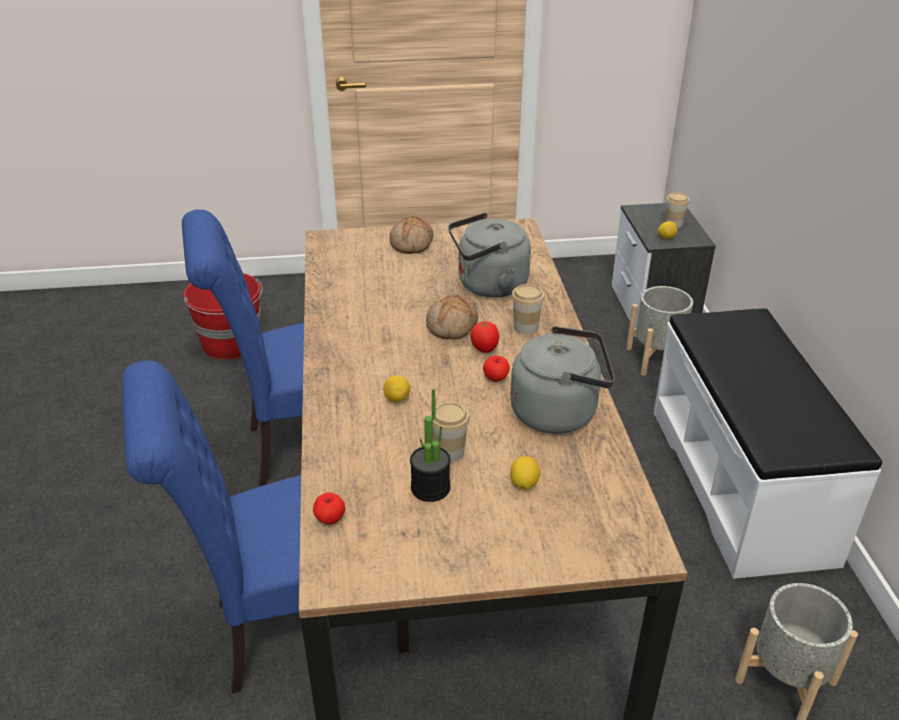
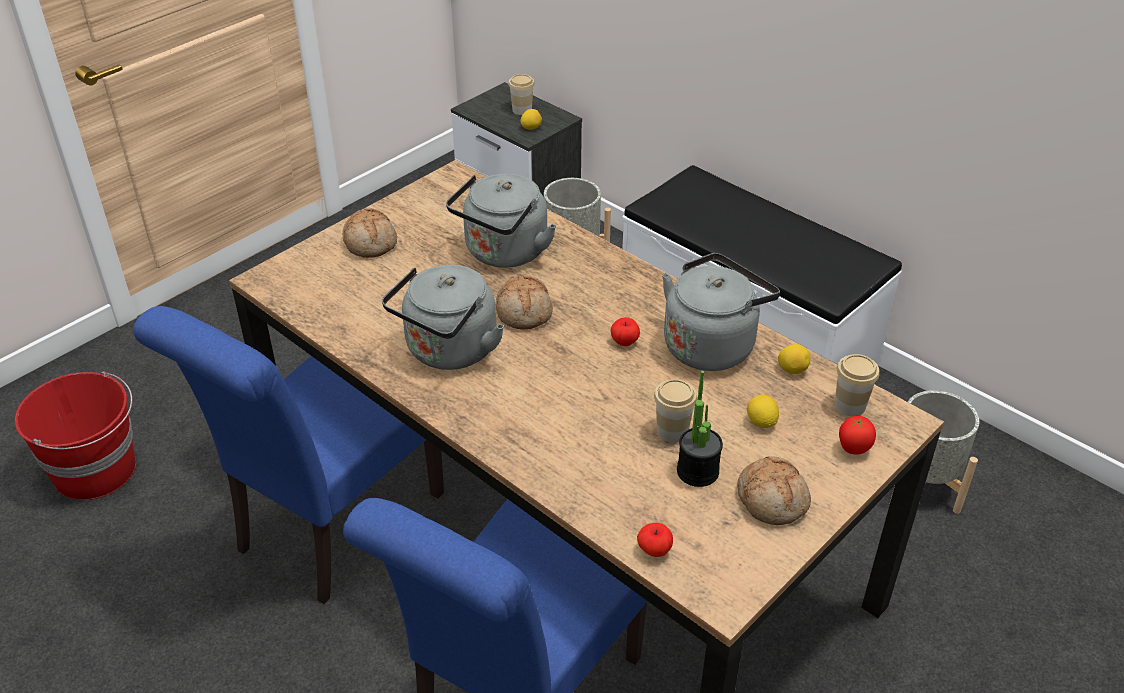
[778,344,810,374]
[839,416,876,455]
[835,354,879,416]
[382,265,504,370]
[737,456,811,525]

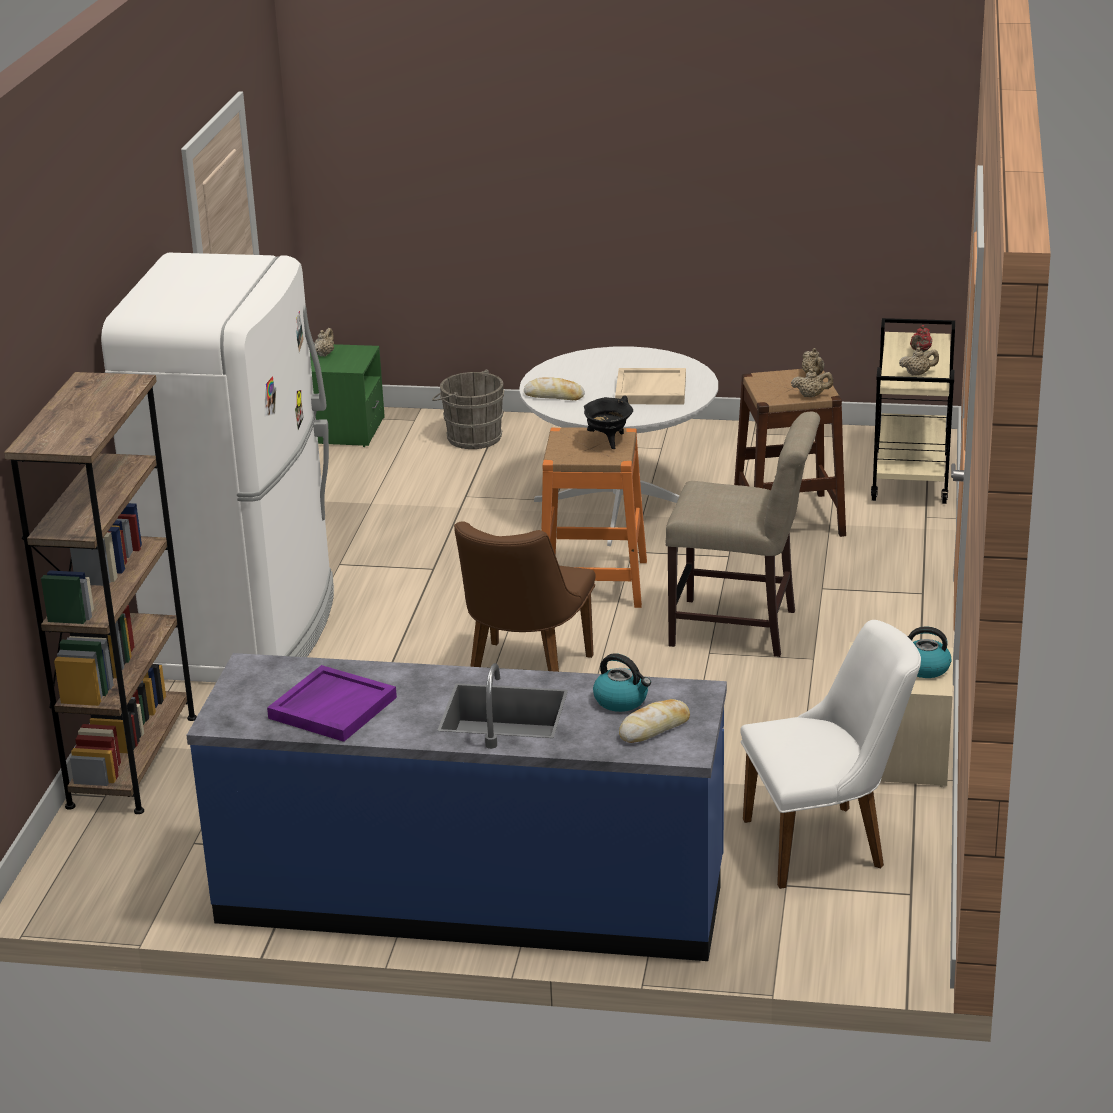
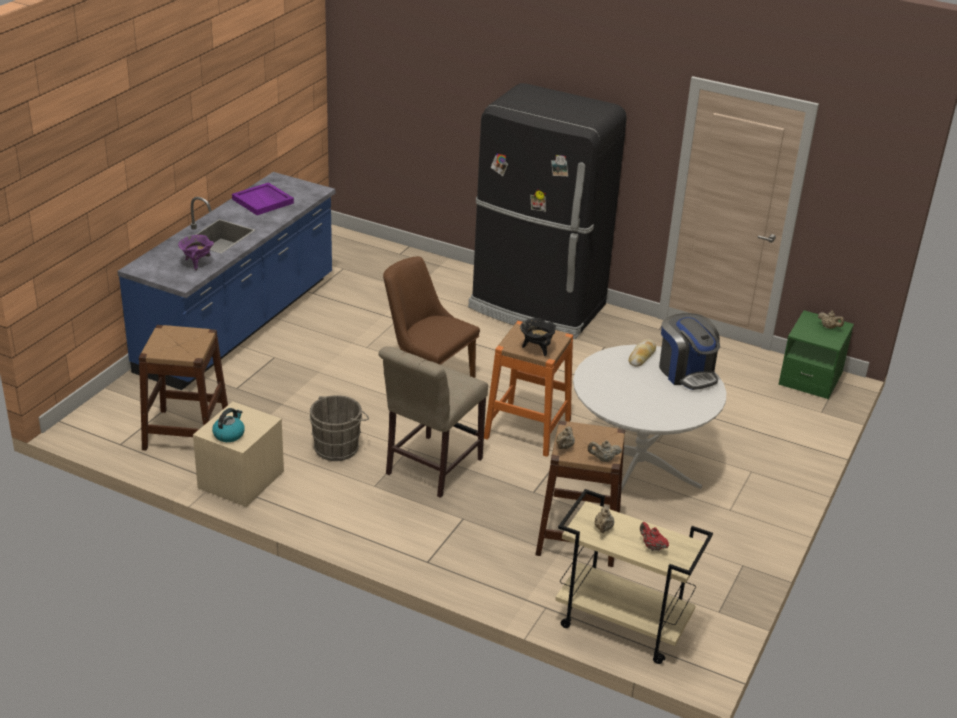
[4,372,197,814] (first image)
[468,83,627,339]
[309,395,369,461]
[178,235,214,271]
[615,368,686,404] (first image)
[619,699,690,743] (first image)
[139,325,228,450]
[659,313,720,390]

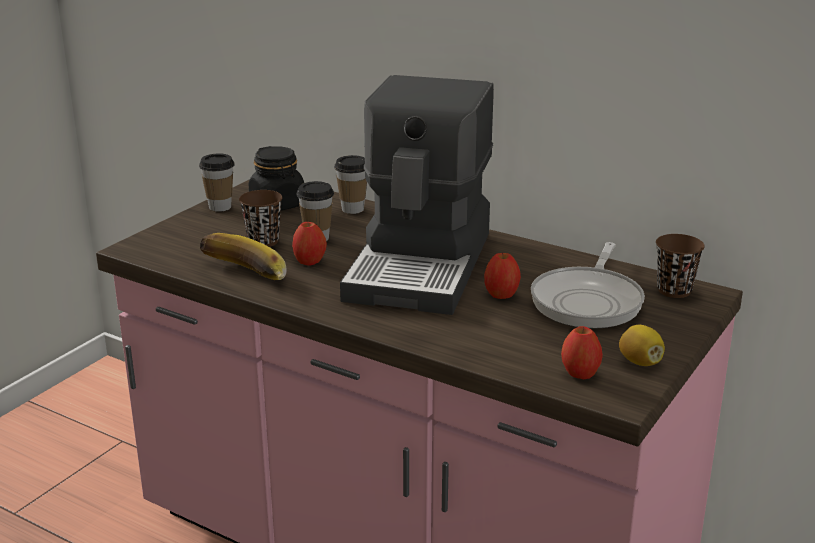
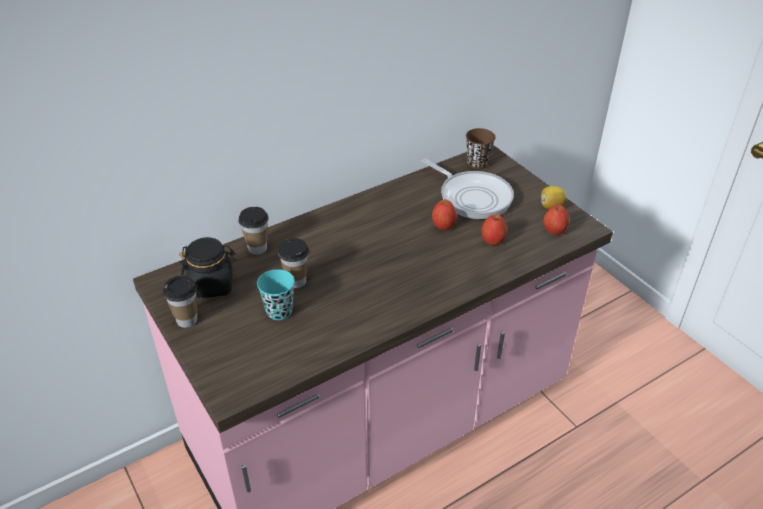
[200,233,286,280] (first image)
[257,269,295,320]
[481,214,507,246]
[340,75,494,315] (first image)

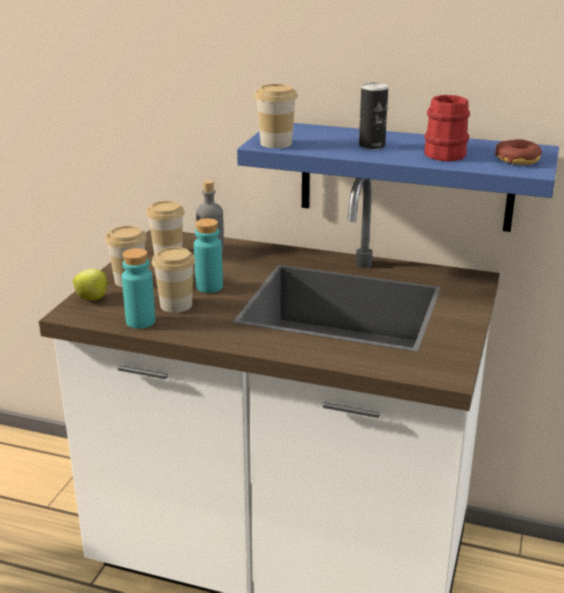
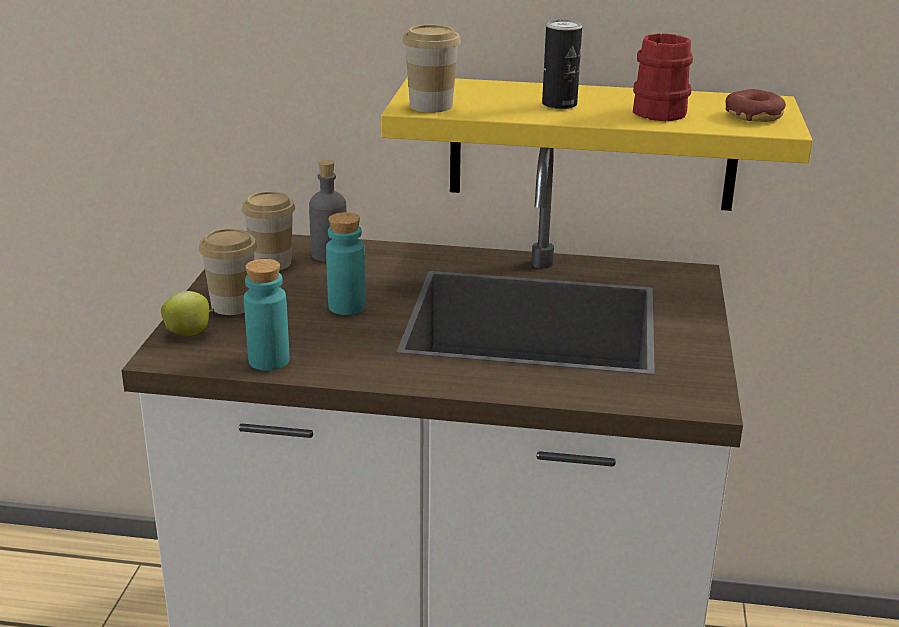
[152,247,195,313] (first image)
[381,77,813,211]

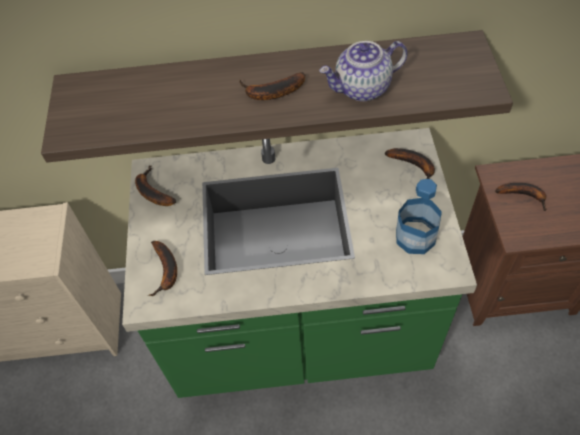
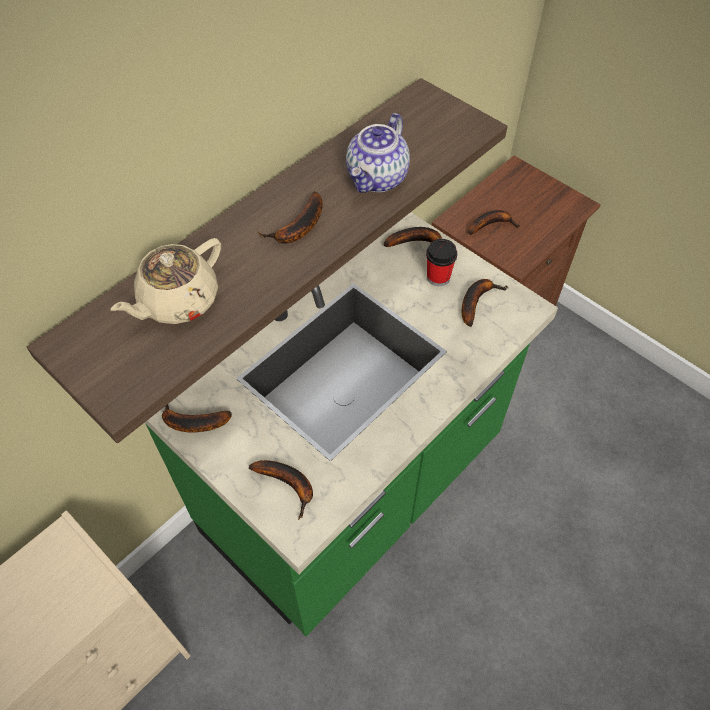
[462,279,508,327]
[111,238,221,324]
[426,239,457,286]

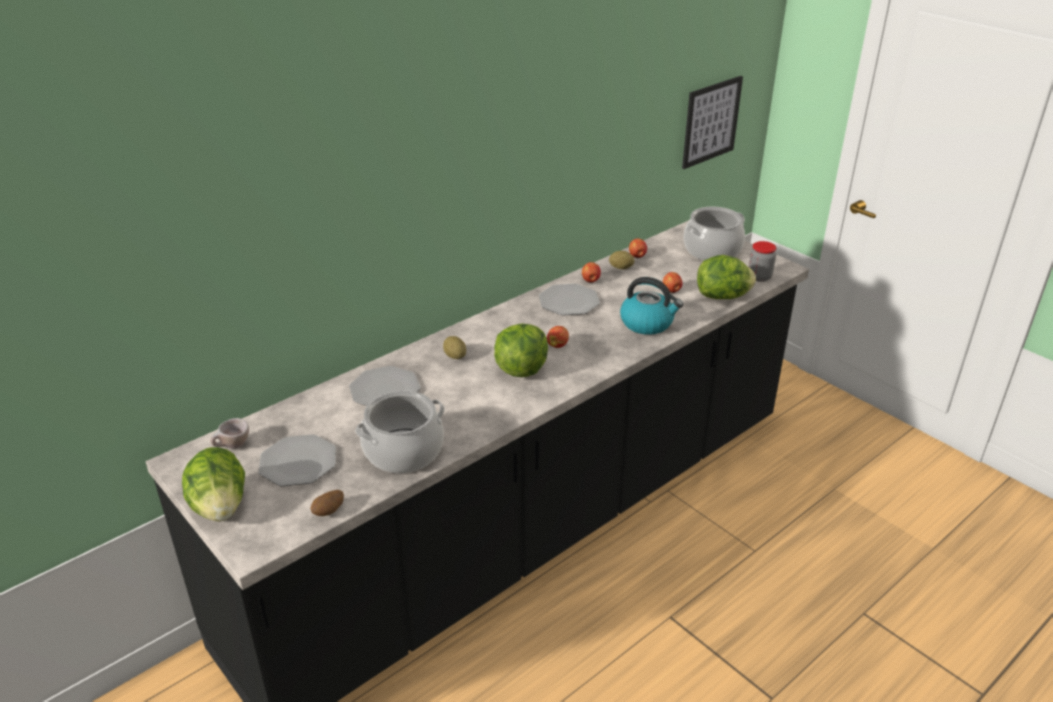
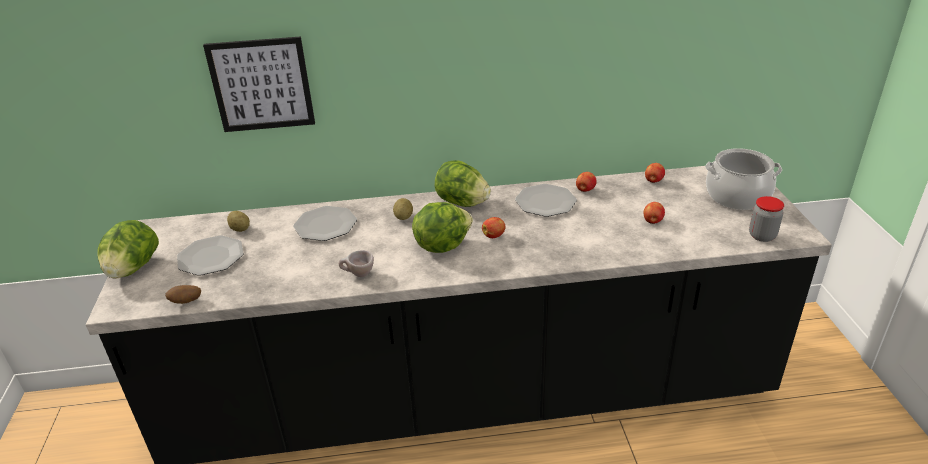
[339,250,374,277]
[355,391,445,473] (first image)
[227,211,250,232]
[620,277,683,335] (first image)
[203,36,315,132]
[435,160,491,207]

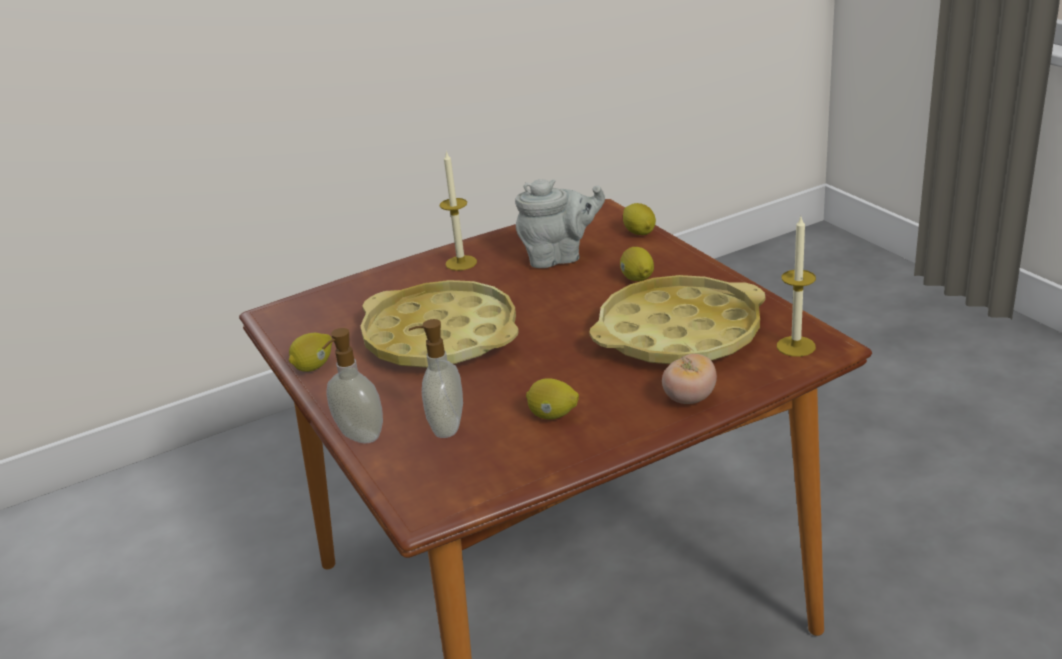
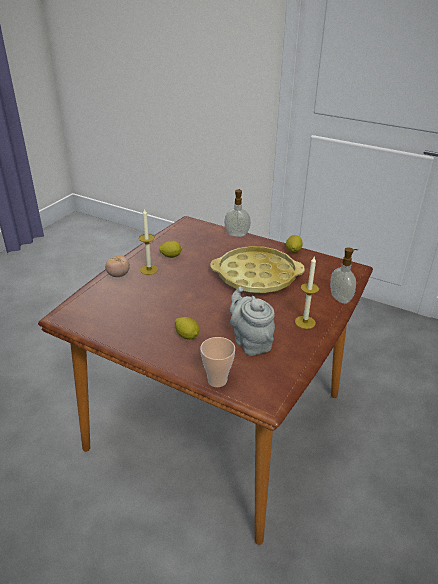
[330,247,358,304]
[230,287,275,356]
[589,275,765,364] (first image)
[200,337,235,387]
[139,208,158,275]

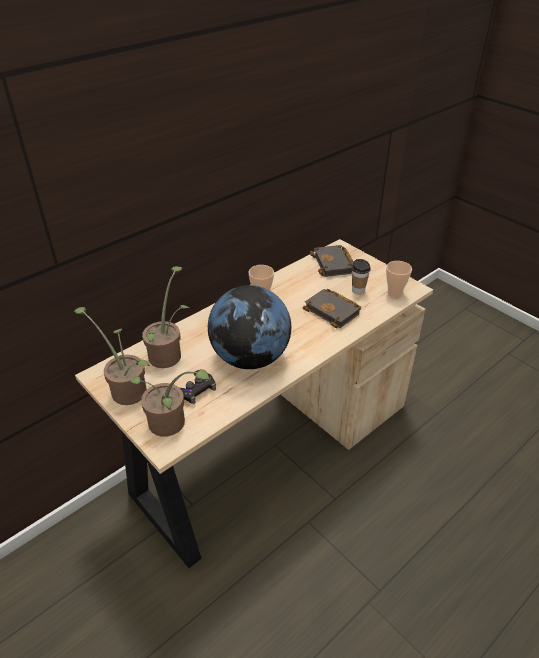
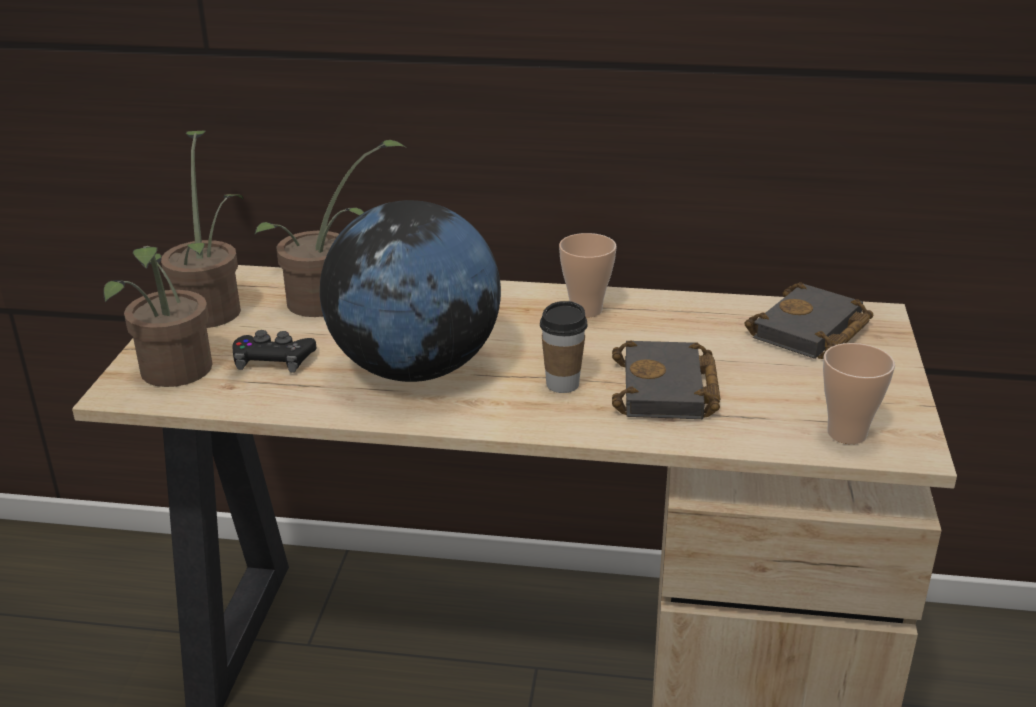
[540,301,588,393]

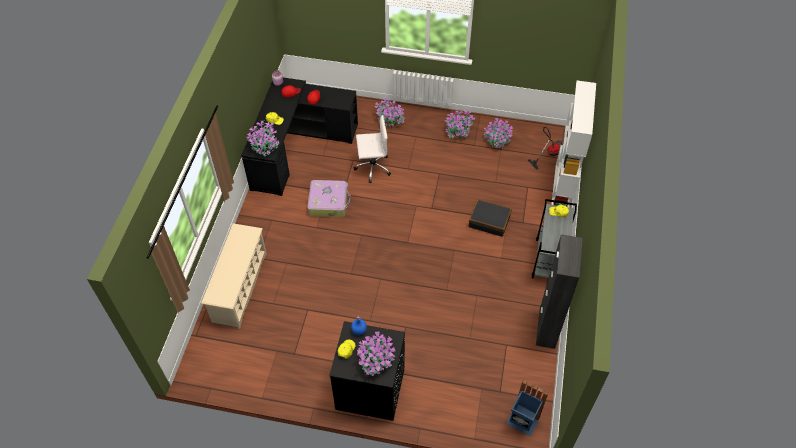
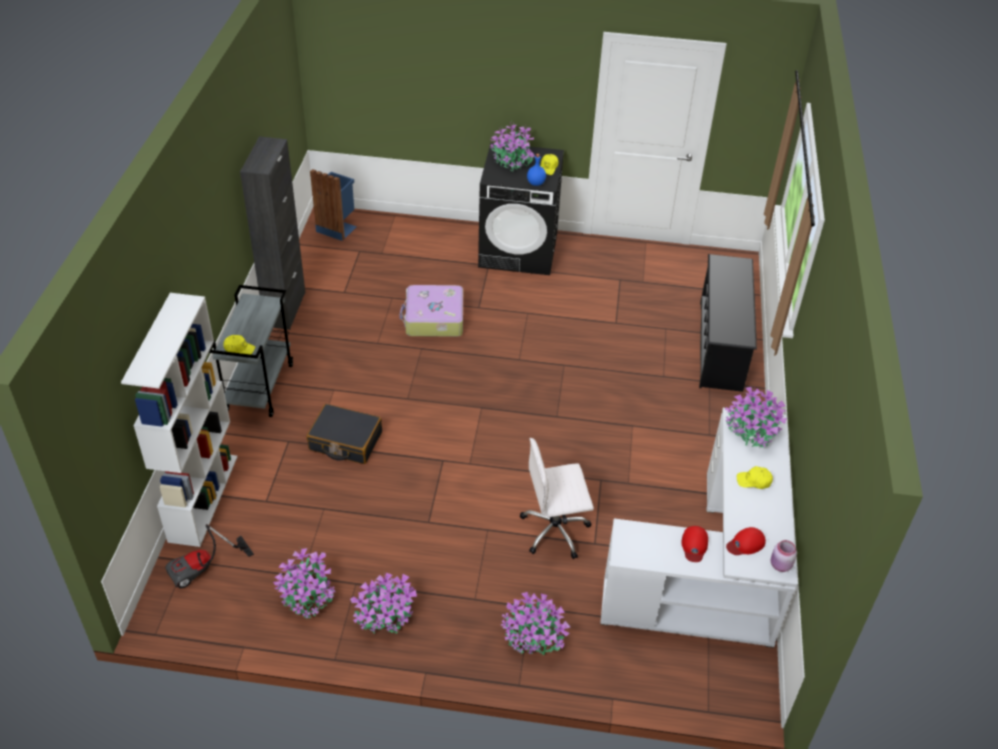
[699,254,757,392]
[600,408,797,648]
[399,285,463,337]

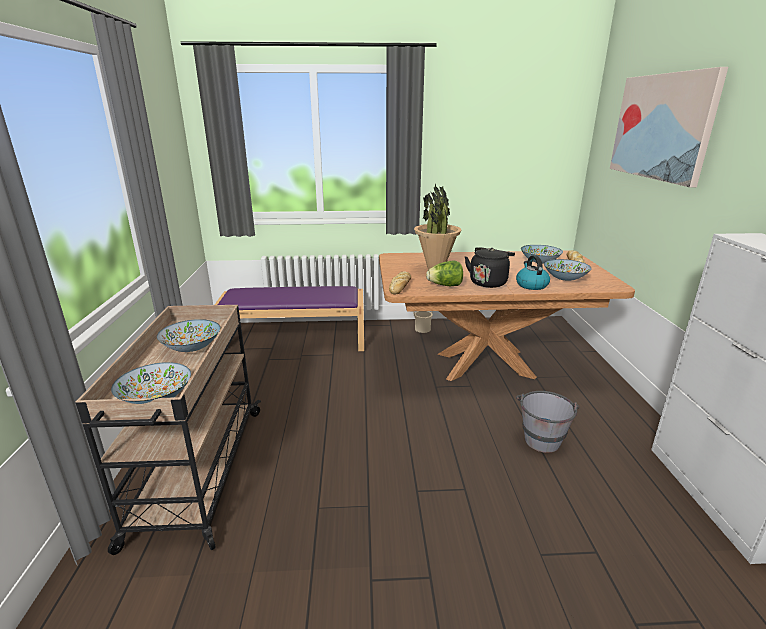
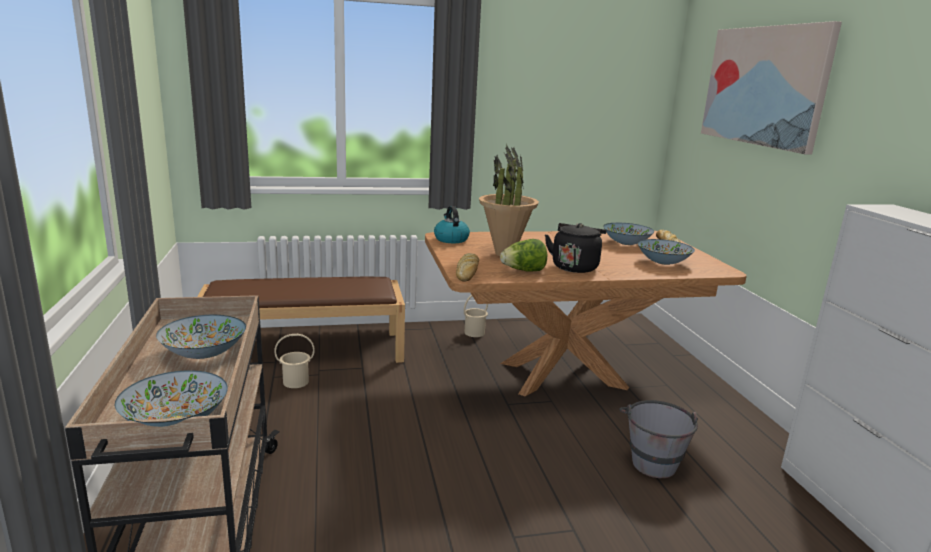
[197,277,405,363]
[434,206,470,243]
[274,334,315,388]

